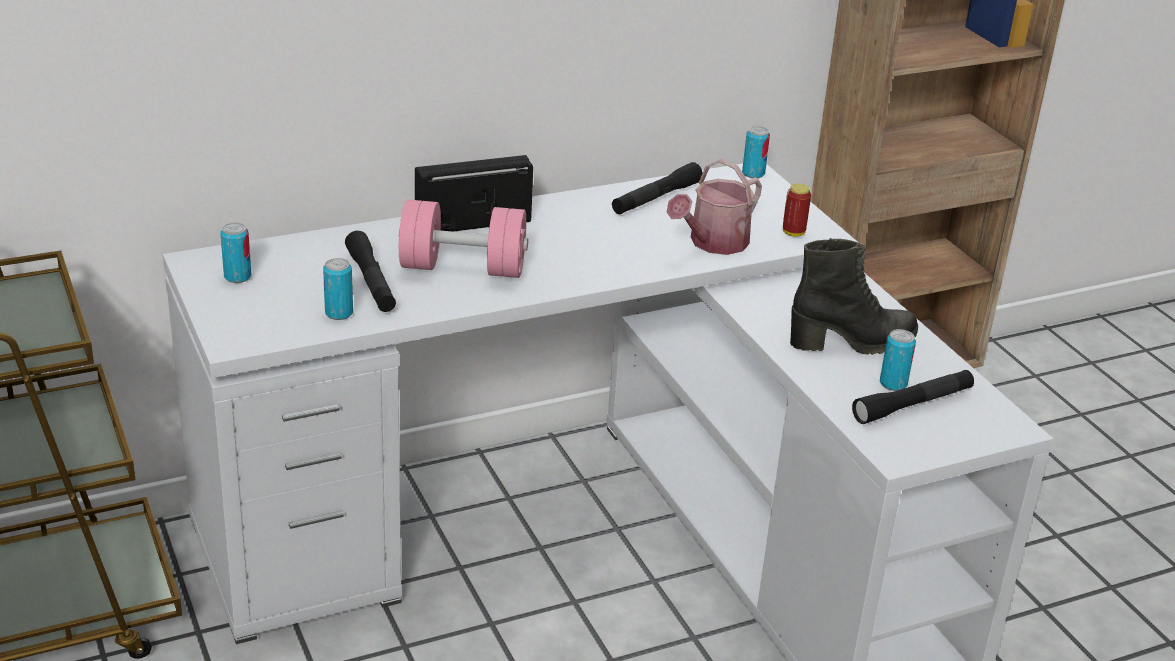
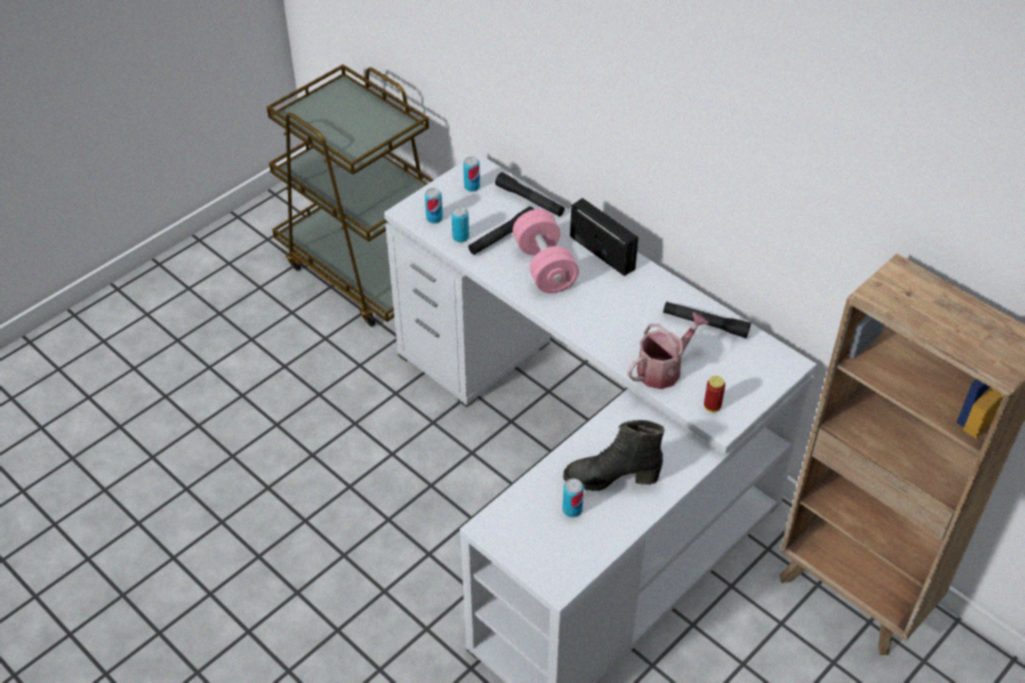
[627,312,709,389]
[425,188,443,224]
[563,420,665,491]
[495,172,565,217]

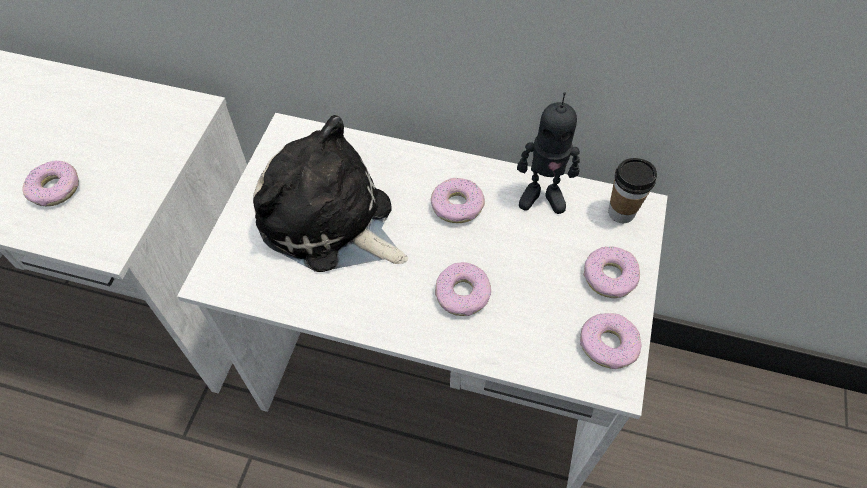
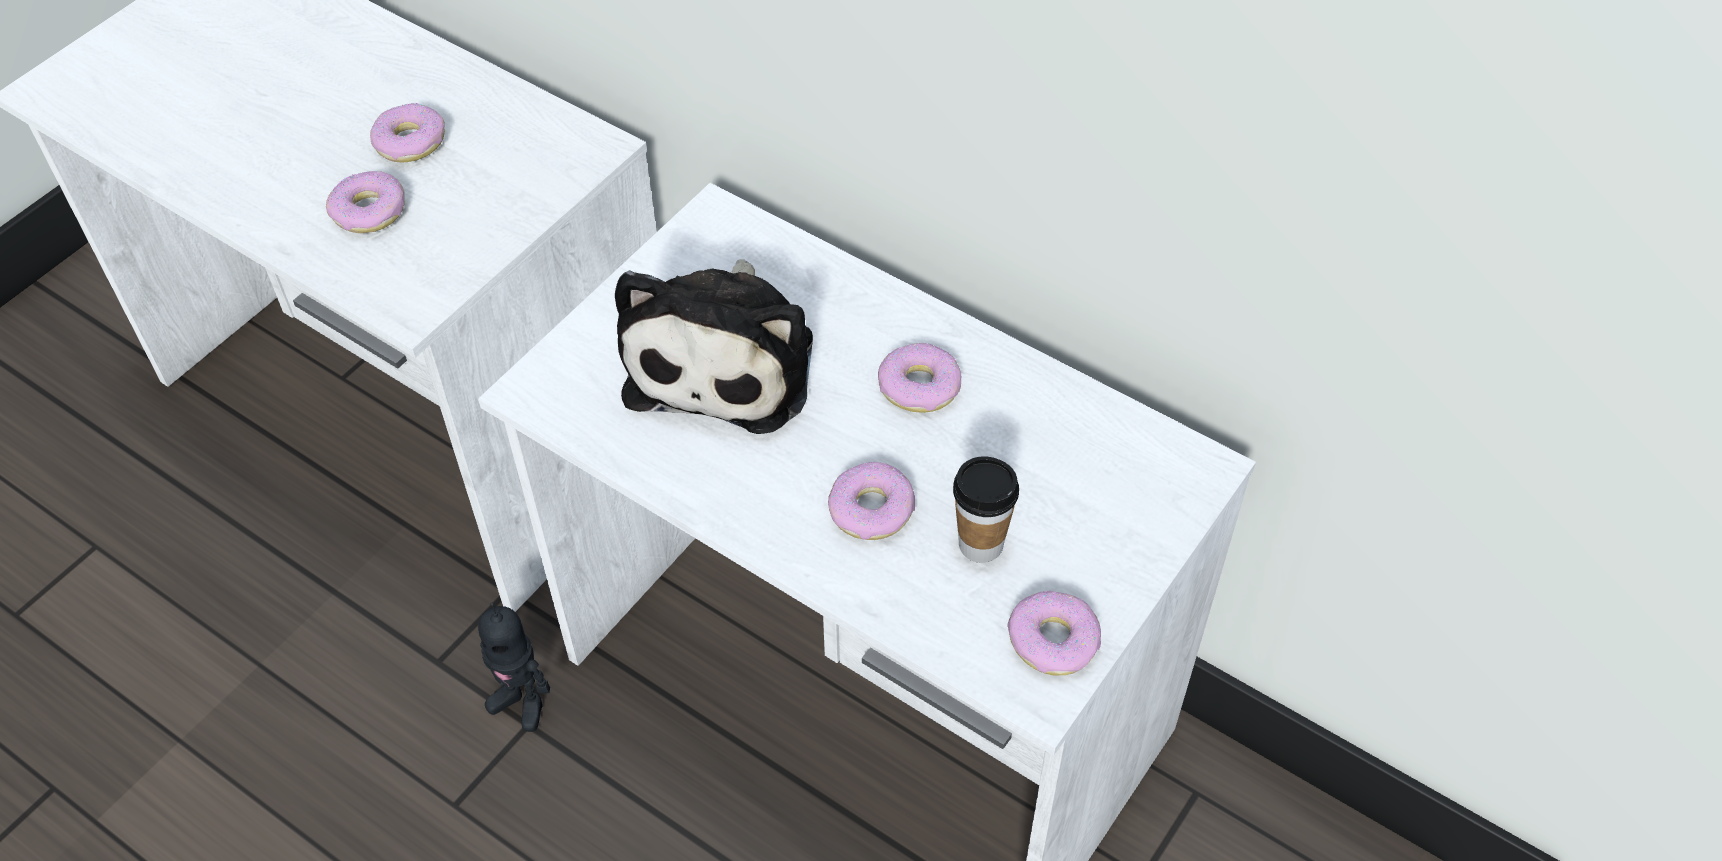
[615,259,813,434]
[478,603,550,732]
[370,103,445,162]
[953,456,1019,563]

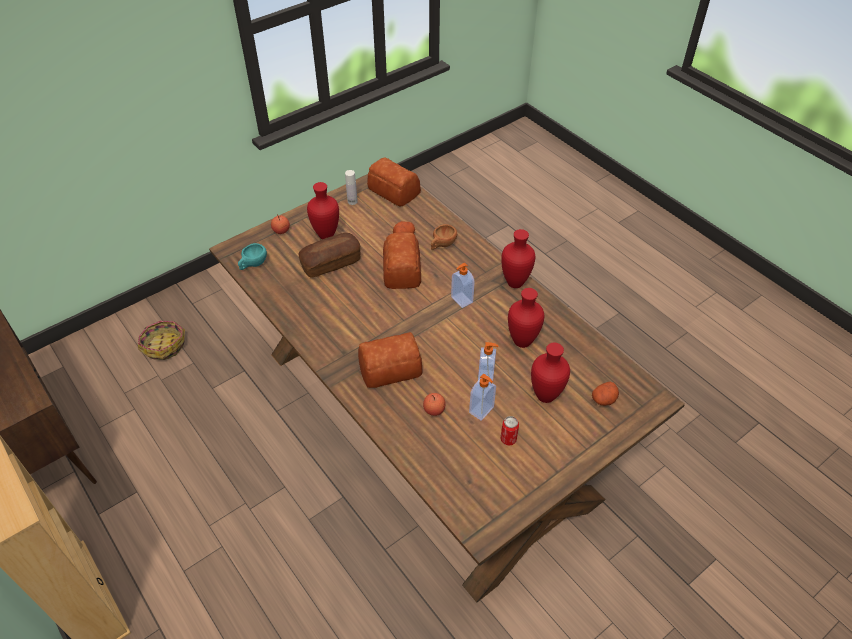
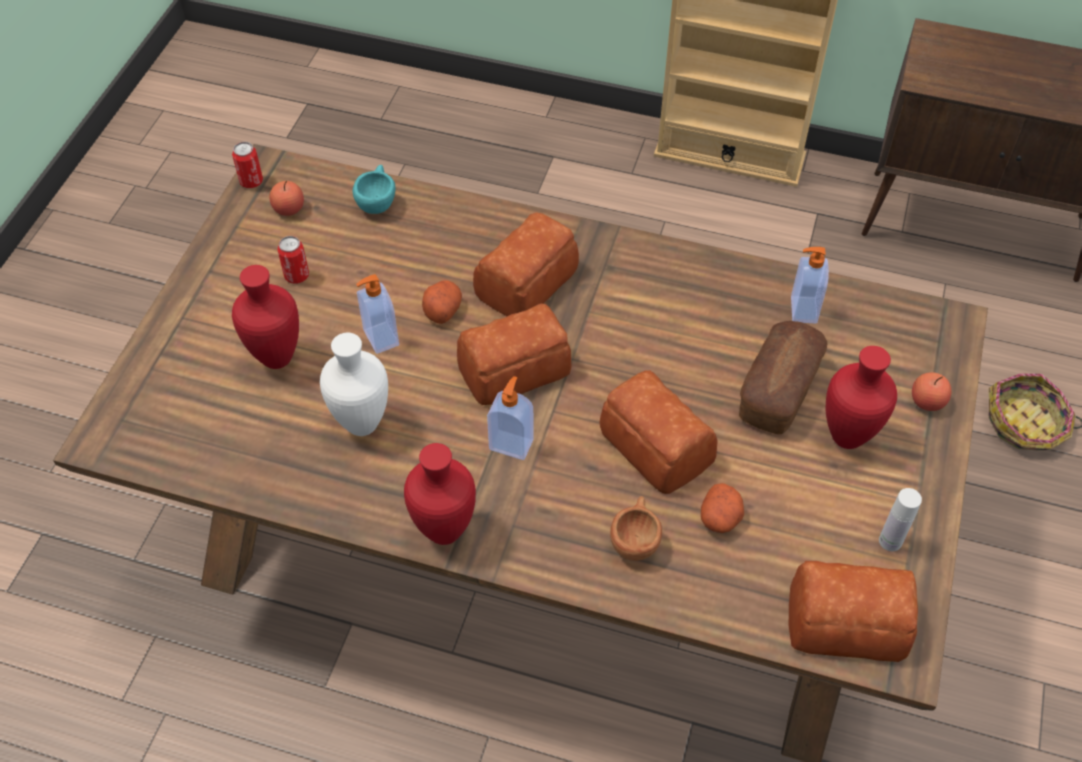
[353,165,396,214]
[269,180,304,216]
[791,247,829,323]
[320,333,388,436]
[422,280,462,324]
[232,142,263,188]
[457,303,571,405]

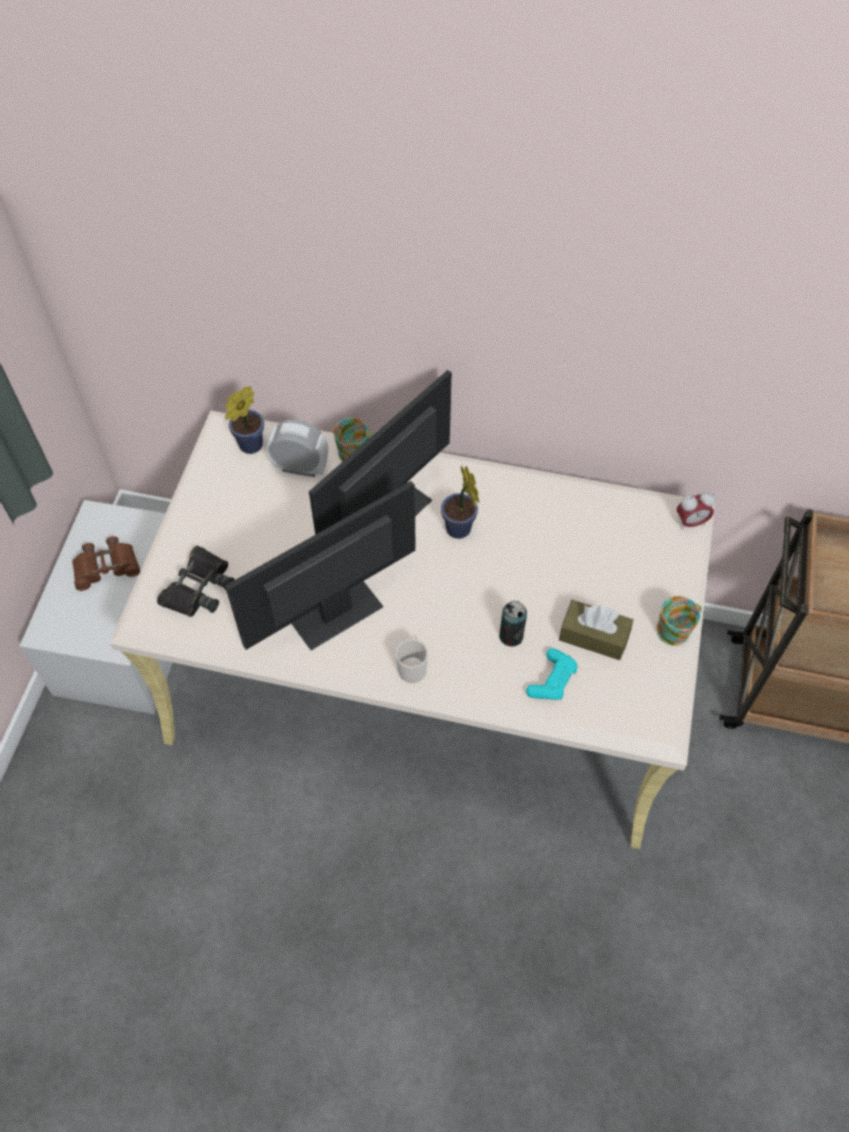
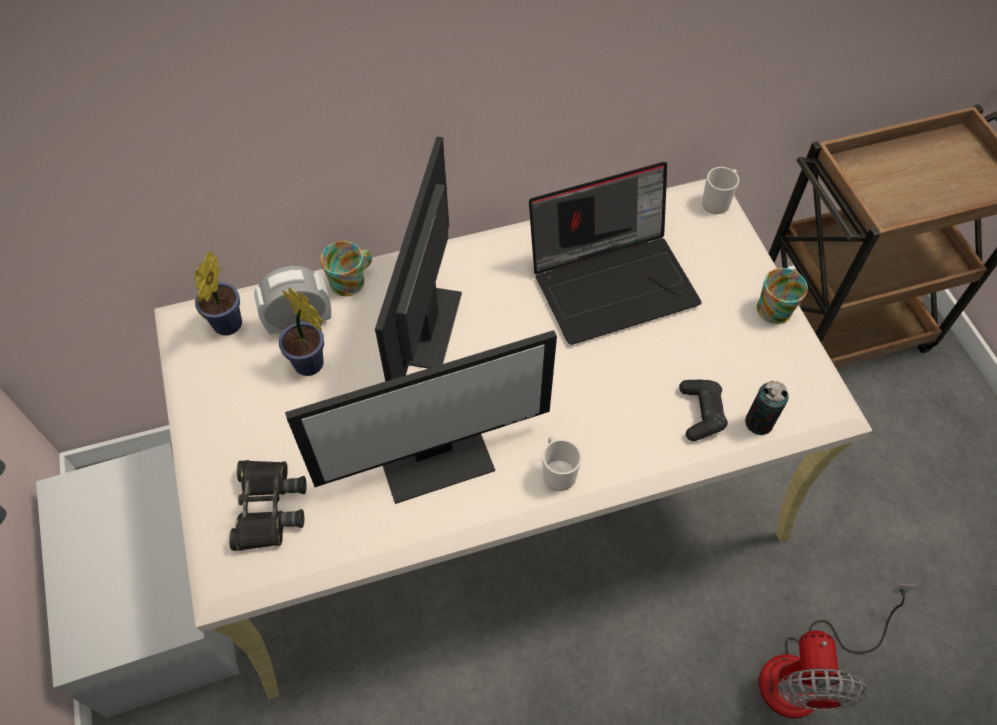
[72,536,140,591] (first image)
[285,330,557,504]
[279,288,324,376]
[745,381,789,435]
[679,380,728,441]
[559,600,633,660] (first image)
[702,167,739,214]
[529,162,701,345]
[759,584,916,718]

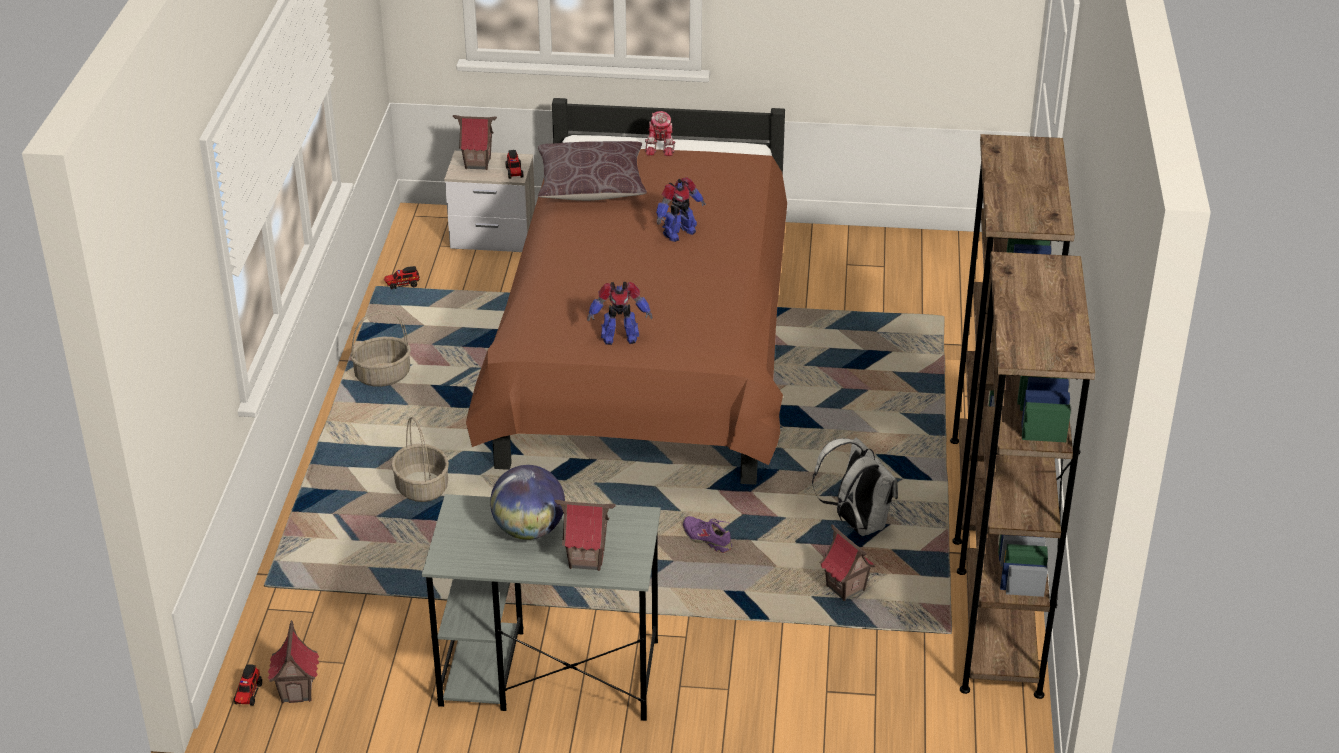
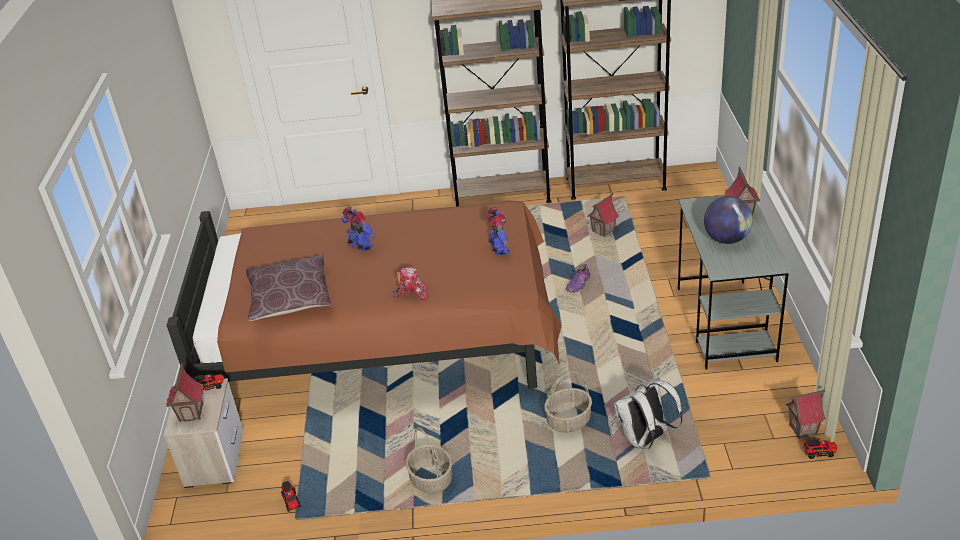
[392,267,428,300]
[614,377,683,449]

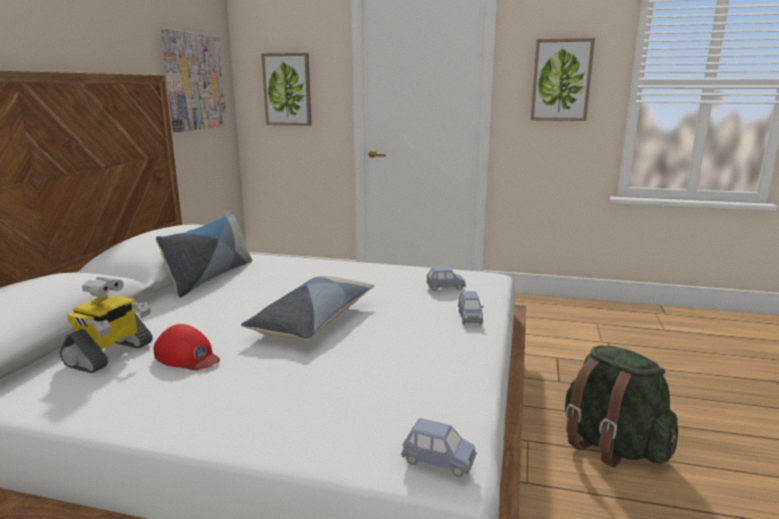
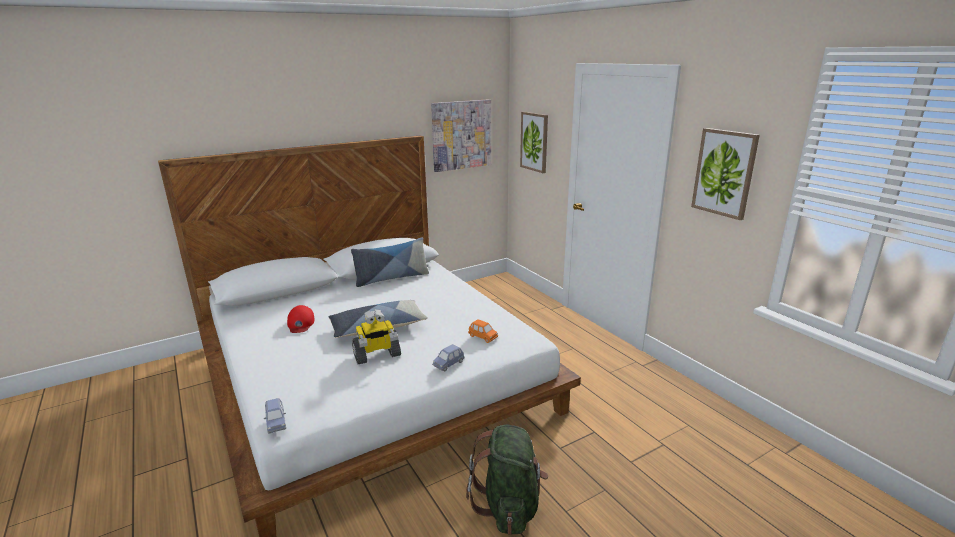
[352,309,401,364]
[468,319,498,343]

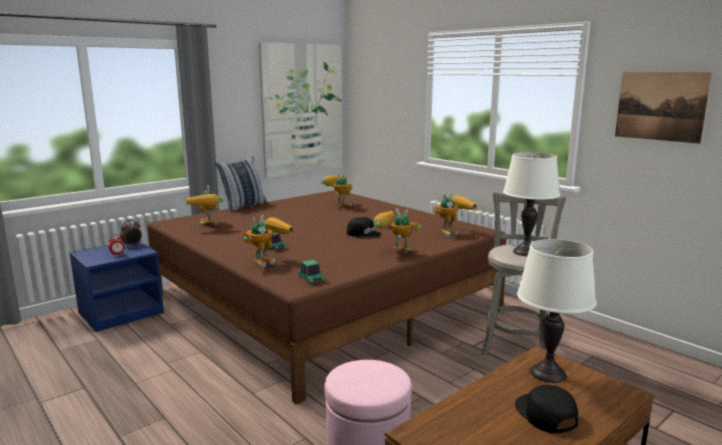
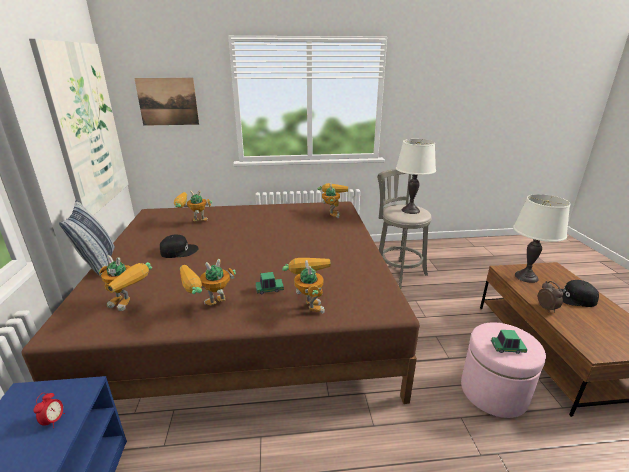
[538,281,563,312]
[491,330,527,354]
[160,235,199,258]
[180,259,236,305]
[134,78,199,126]

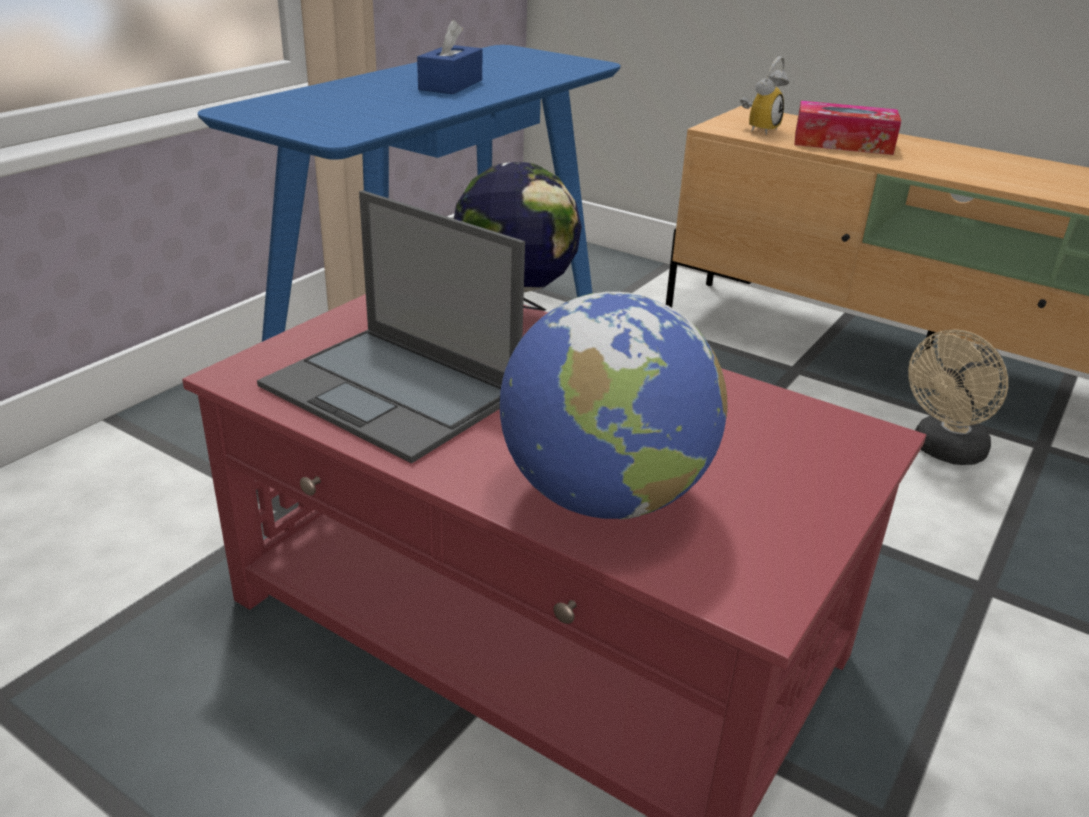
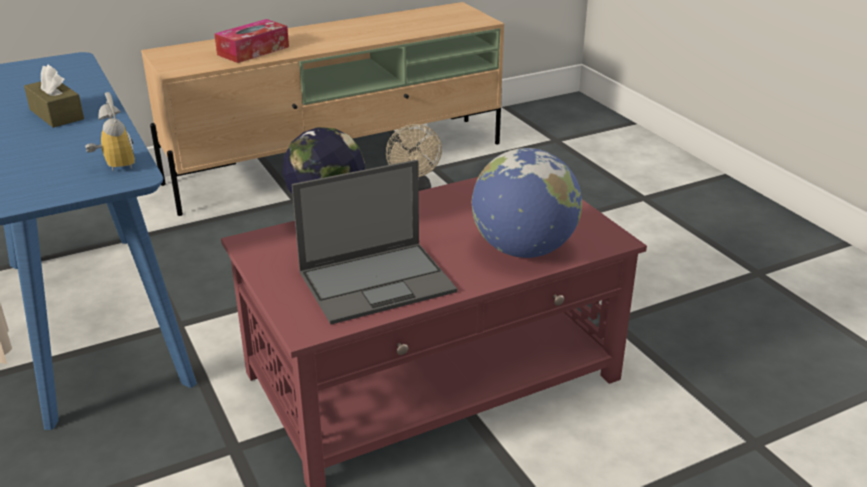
[24,64,84,128]
[85,92,135,172]

